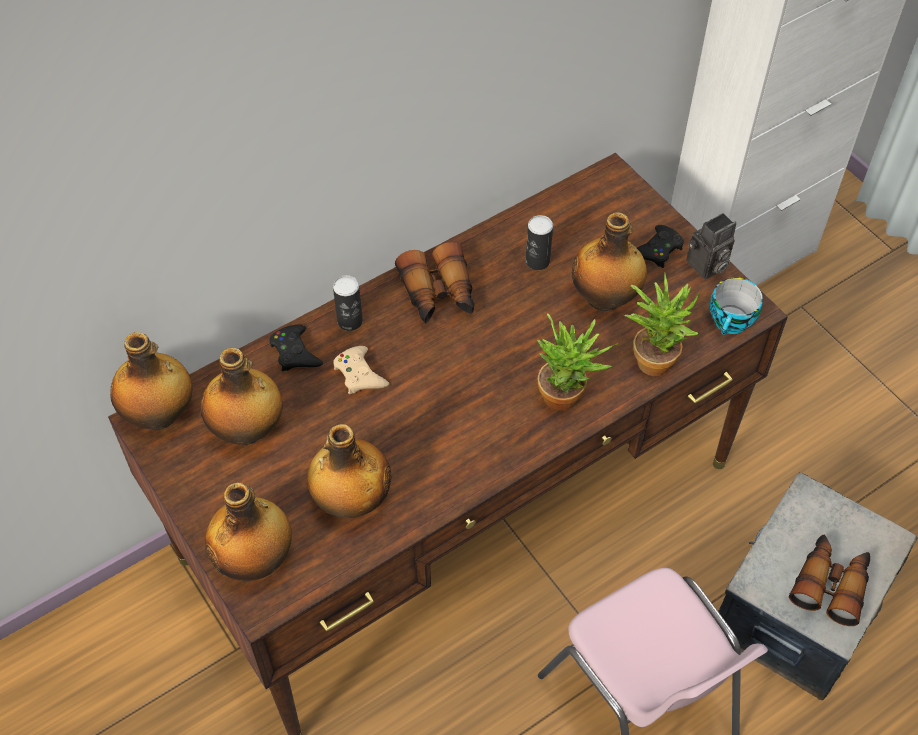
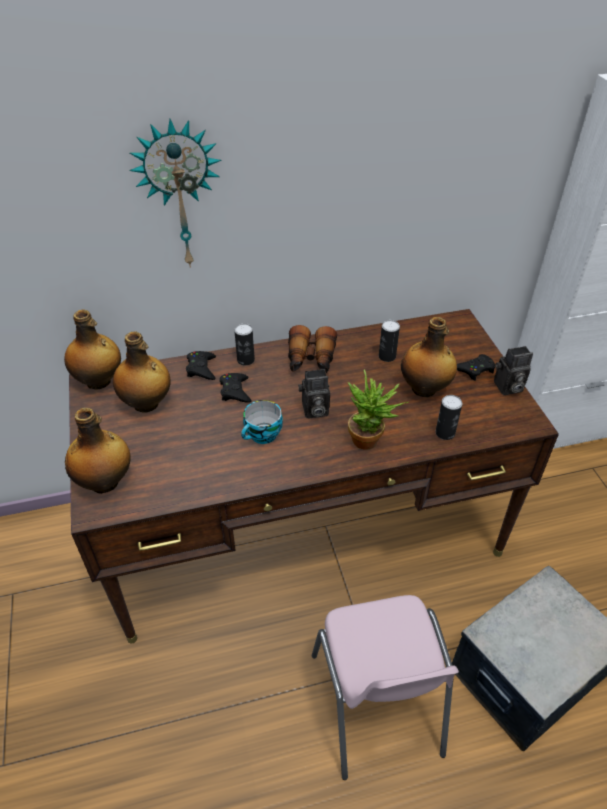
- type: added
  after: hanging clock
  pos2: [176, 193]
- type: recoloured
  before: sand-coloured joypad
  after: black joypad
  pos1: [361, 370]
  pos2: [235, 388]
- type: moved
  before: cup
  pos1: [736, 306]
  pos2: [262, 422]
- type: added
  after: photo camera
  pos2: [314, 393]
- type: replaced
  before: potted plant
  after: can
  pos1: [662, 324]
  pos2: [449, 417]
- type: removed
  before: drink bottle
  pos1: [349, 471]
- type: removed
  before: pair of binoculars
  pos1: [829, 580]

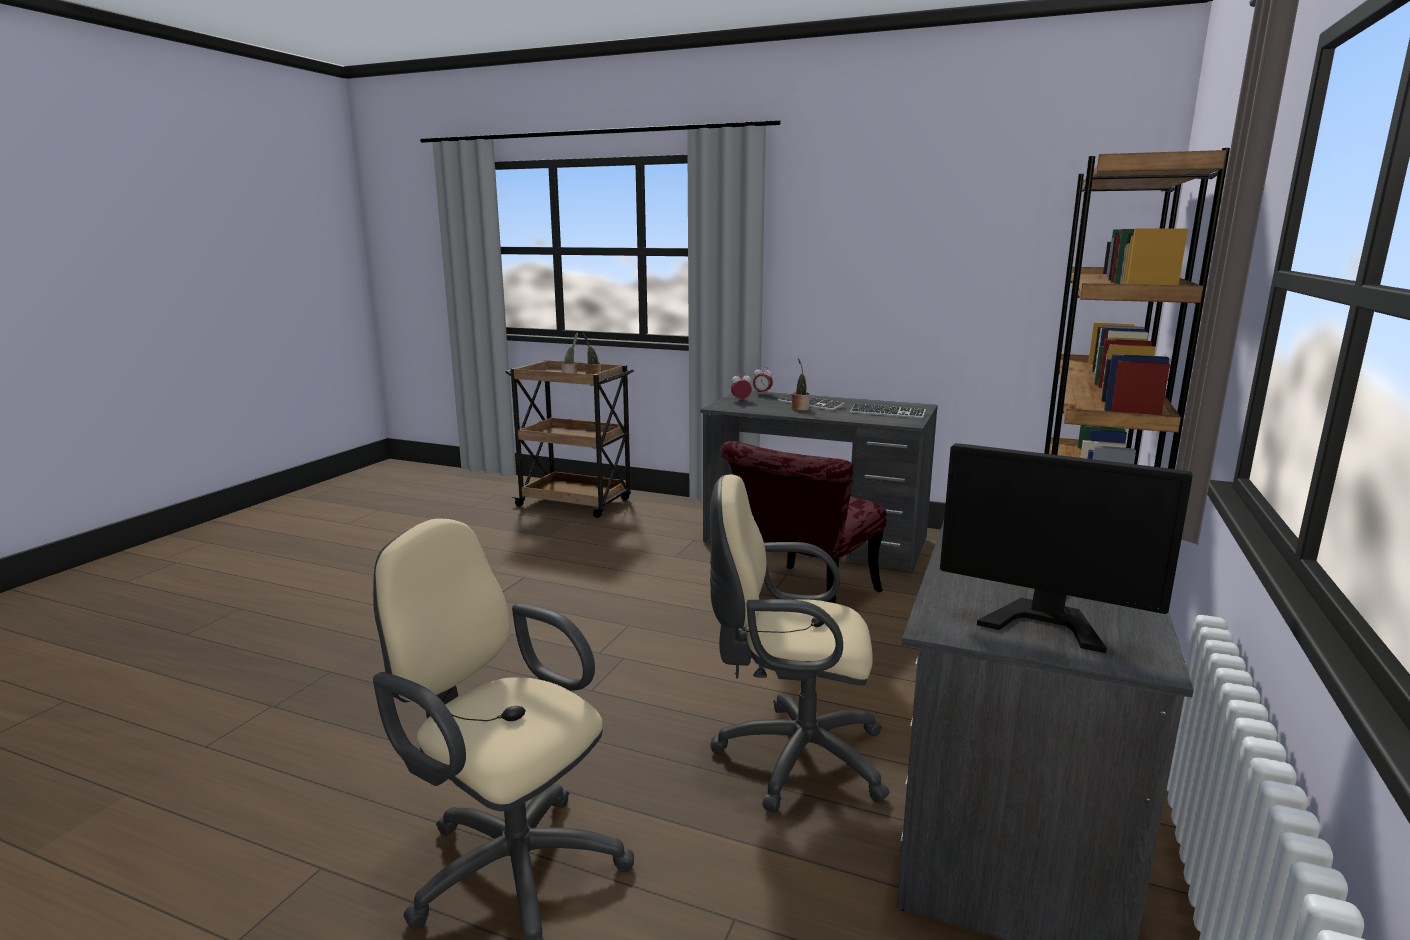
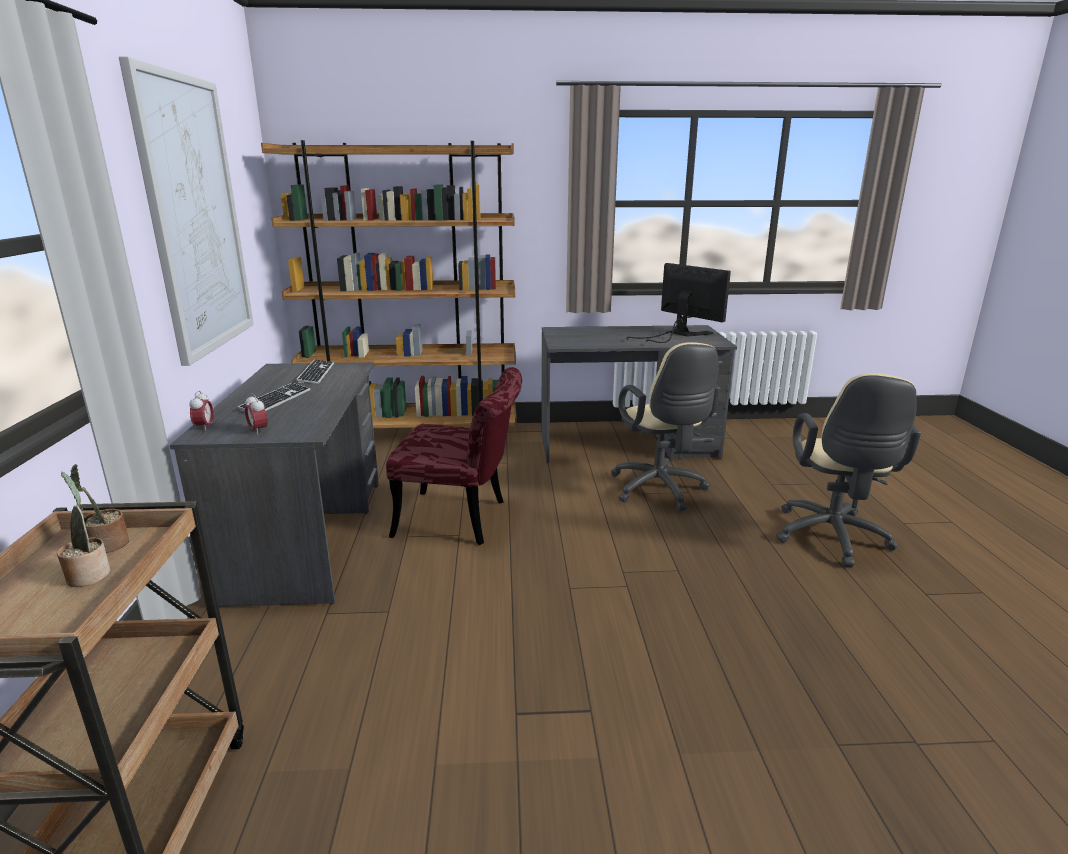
- type: added
  after: wall art
  pos2: [186, 211]
- type: turned
  before: monitor
  pos1: [1066, 548]
  pos2: [678, 303]
  turn: -45
- type: removed
  before: potted plant
  pos1: [801, 384]

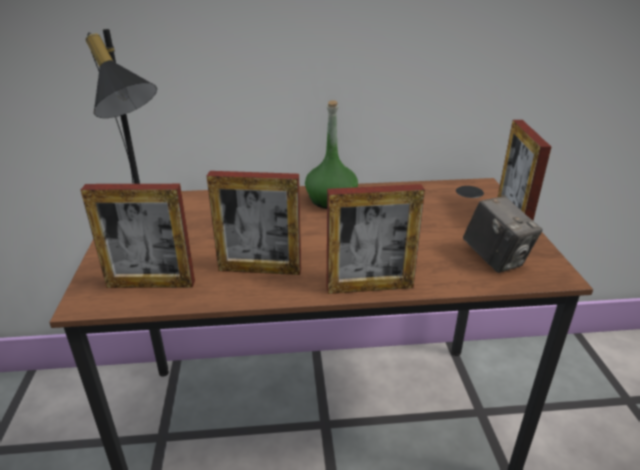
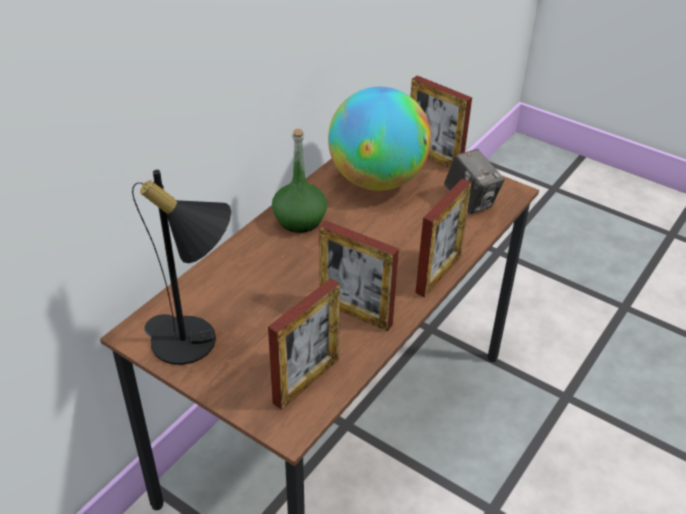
- type: turned
  before: standing frame
  pos1: [254, 223]
  pos2: [359, 275]
  turn: 75
- type: added
  after: globe
  pos2: [379, 139]
- type: turned
  before: photo camera
  pos1: [503, 234]
  pos2: [474, 181]
  turn: 45

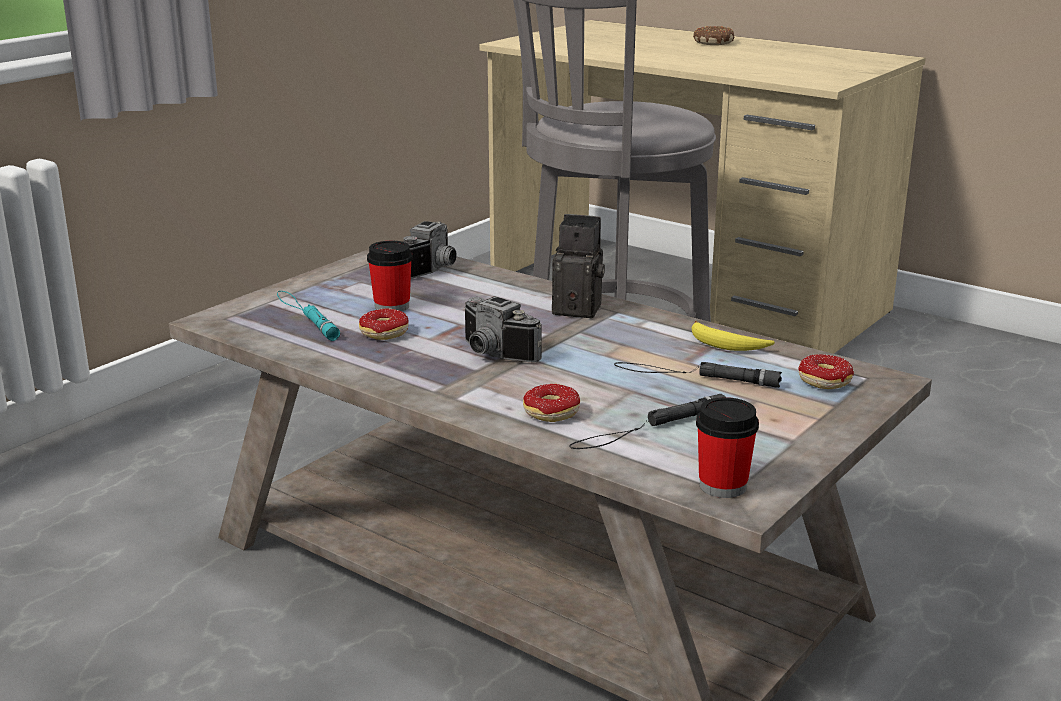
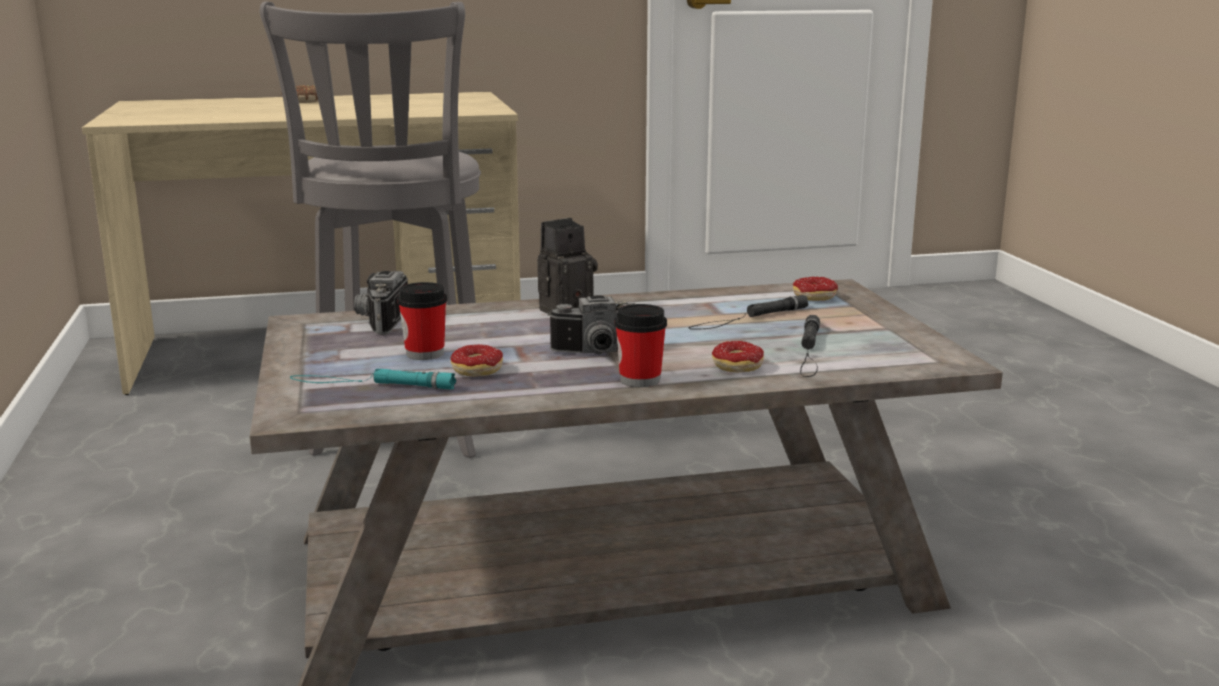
- type: turned
  before: photo camera
  pos1: [430, 250]
  pos2: [381, 303]
  turn: -150
- type: moved
  before: cup
  pos1: [727, 447]
  pos2: [640, 345]
- type: removed
  before: banana
  pos1: [733, 336]

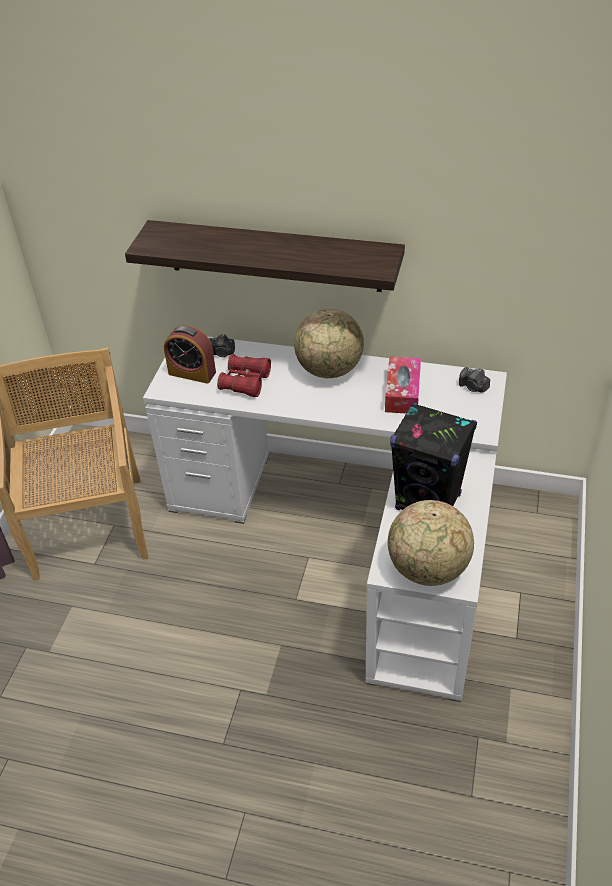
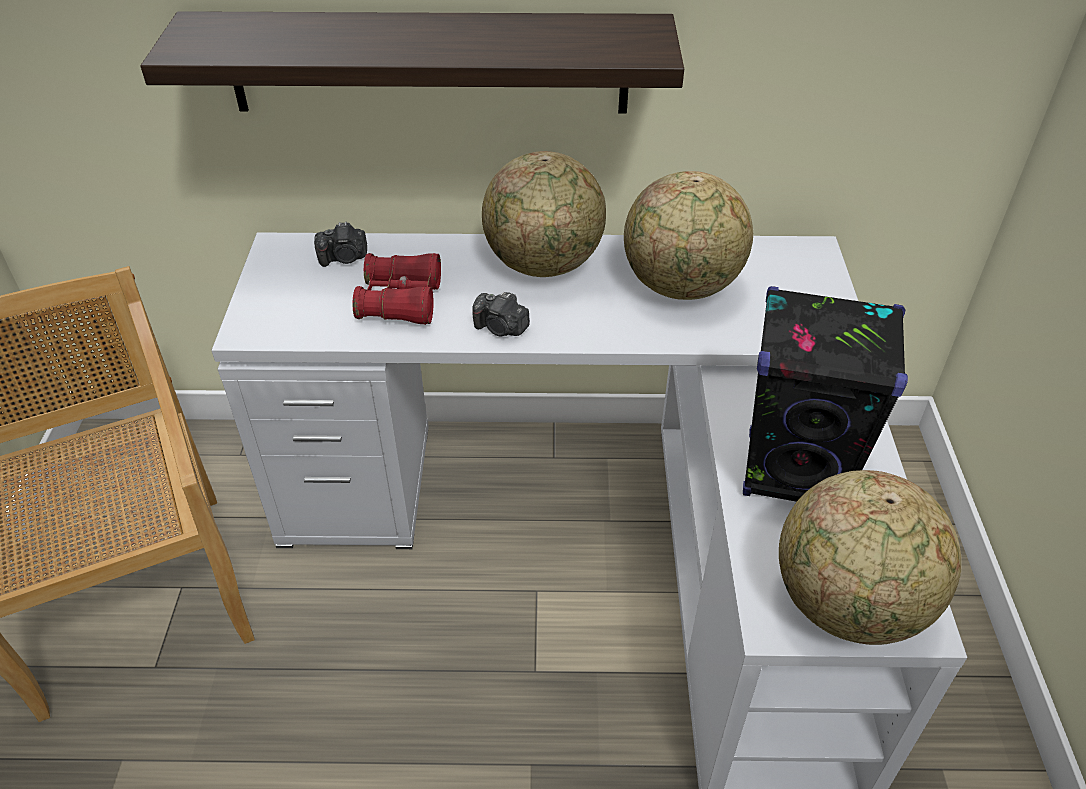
- type: moved
  before: photo camera
  pos1: [474, 380]
  pos2: [501, 313]
- type: replaced
  before: tissue holder
  after: globe
  pos1: [403, 385]
  pos2: [688, 235]
- type: removed
  before: table clock
  pos1: [190, 354]

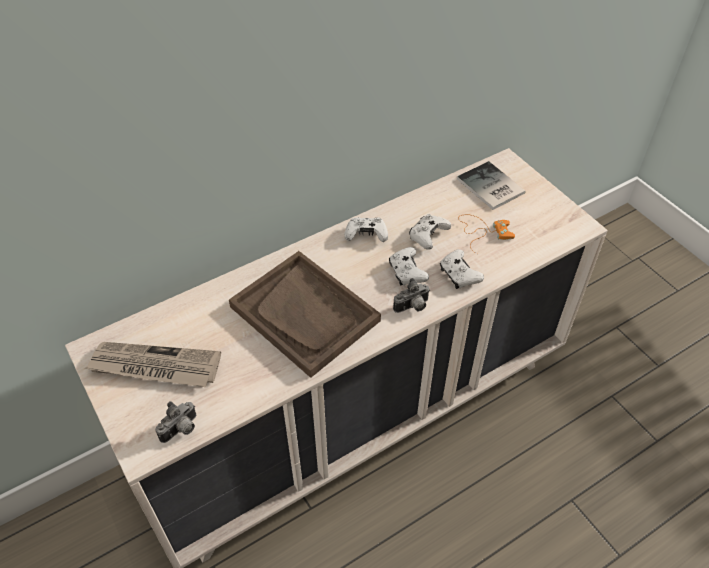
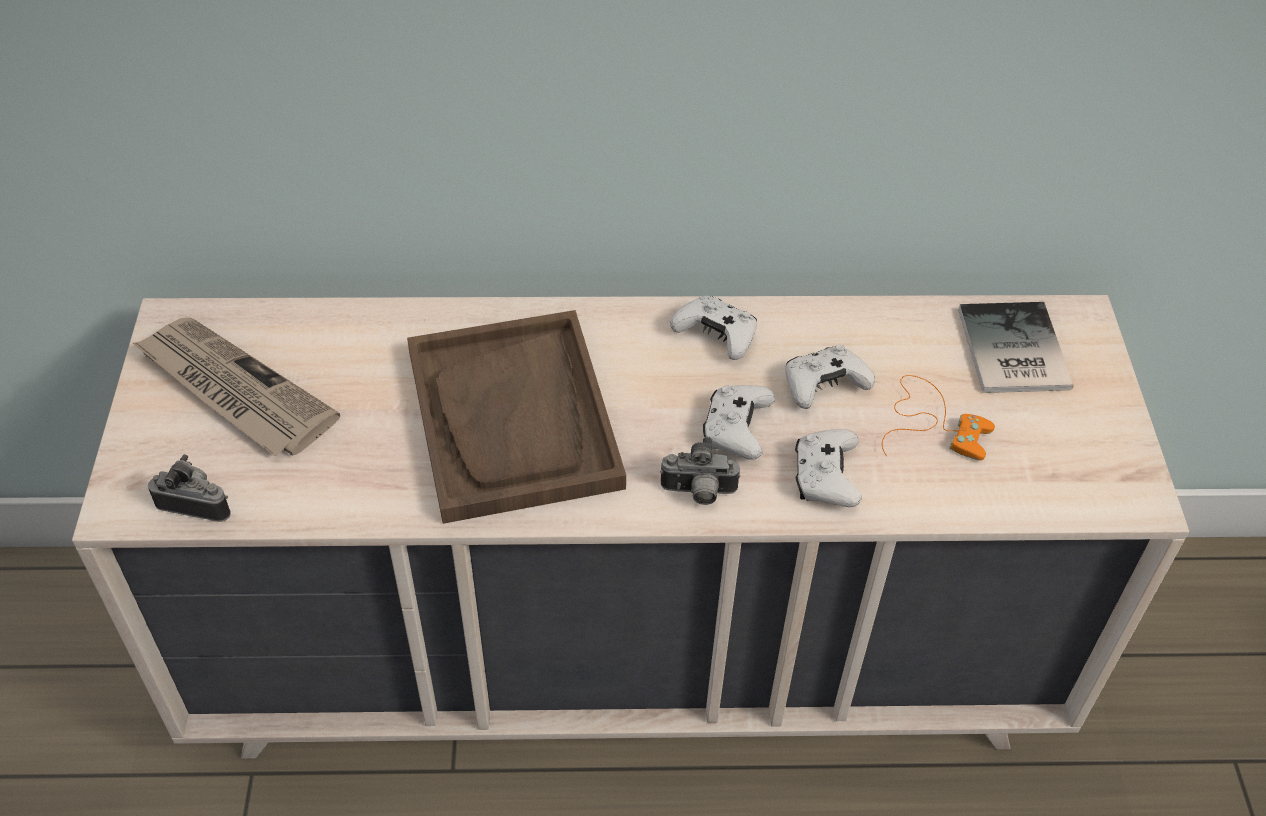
- type: turned
  before: photo camera
  pos1: [175, 422]
  pos2: [189, 488]
  turn: -150

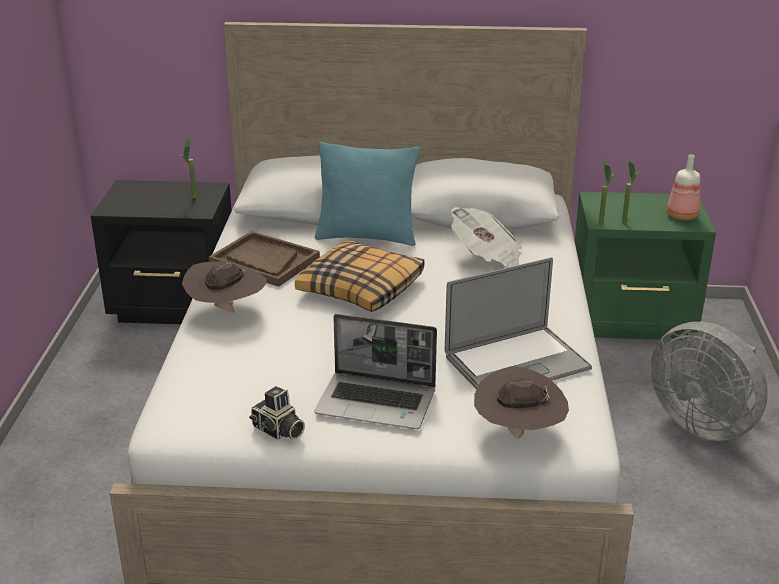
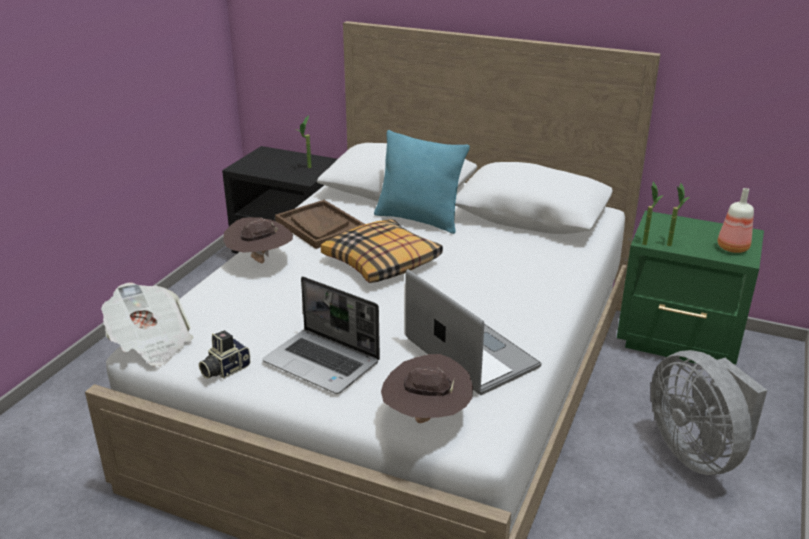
- type: moved
  before: printed paper
  pos1: [486, 237]
  pos2: [147, 324]
- type: turned
  before: photo camera
  pos1: [277, 413]
  pos2: [224, 354]
  turn: 75
- type: turned
  before: laptop
  pos1: [518, 323]
  pos2: [473, 332]
  turn: -120

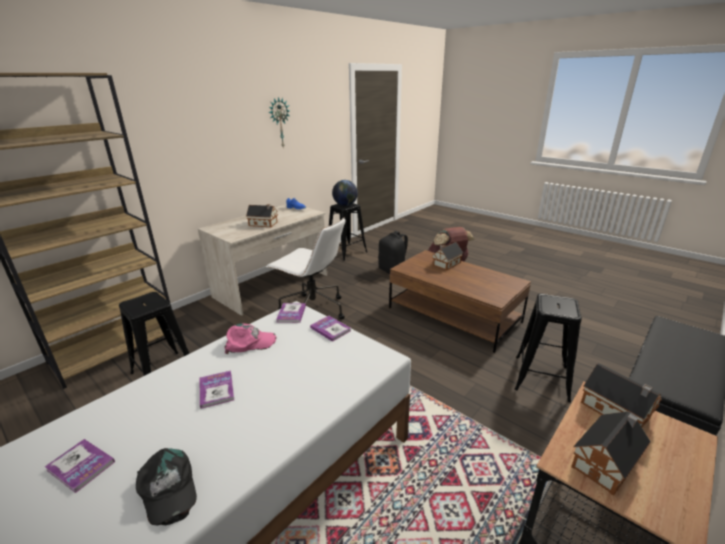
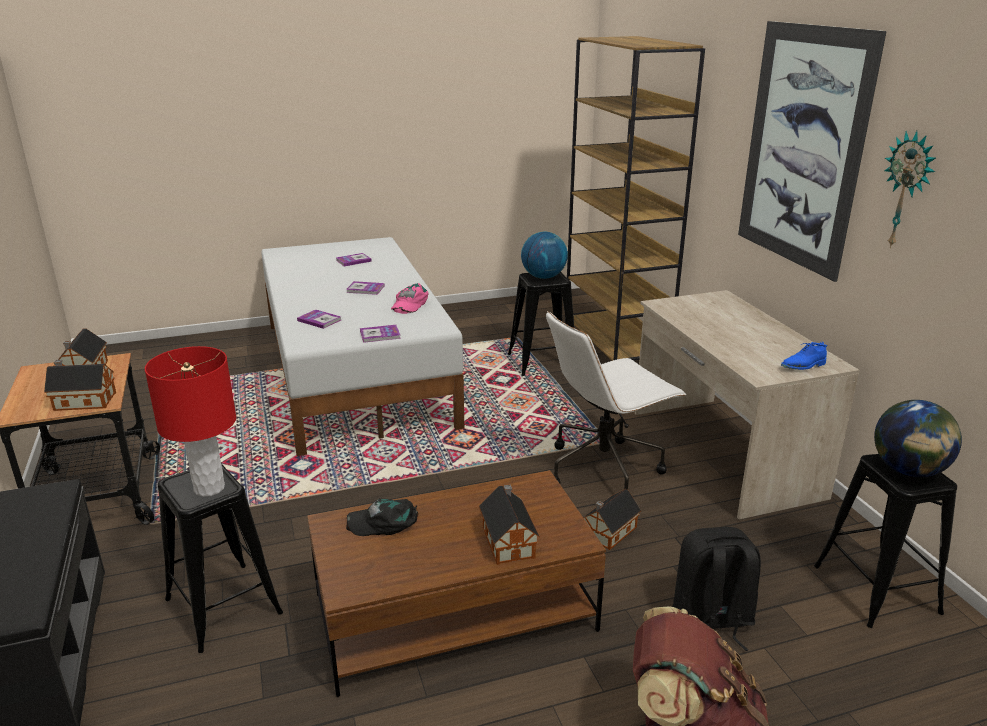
- type: added
  after: reddish lamp for a table
  pos2: [190, 421]
- type: moved
  before: bound book
  pos1: [291, 313]
  pos2: [319, 319]
- type: moved
  before: black baseball cap
  pos1: [166, 486]
  pos2: [382, 517]
- type: added
  after: globe
  pos2: [544, 255]
- type: moved
  before: miniature house
  pos1: [262, 215]
  pos2: [612, 519]
- type: added
  after: wall art
  pos2: [812, 151]

